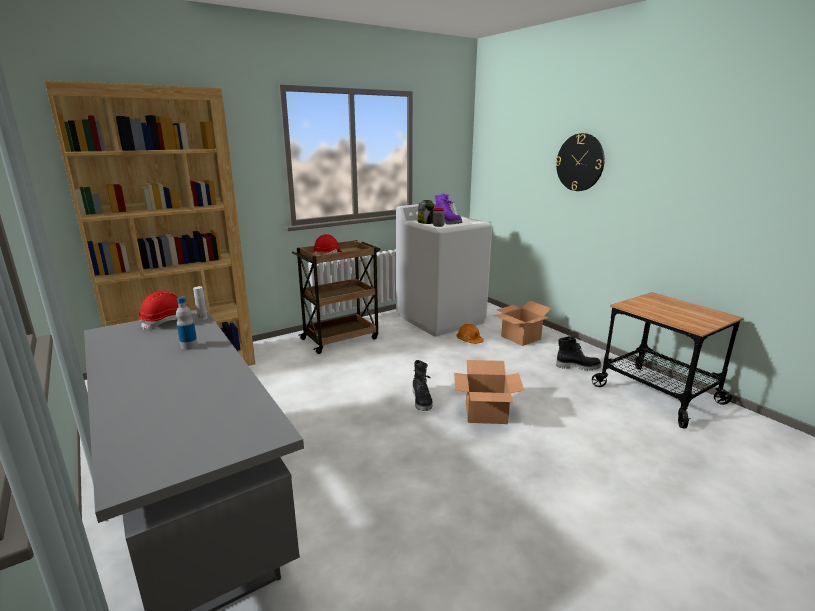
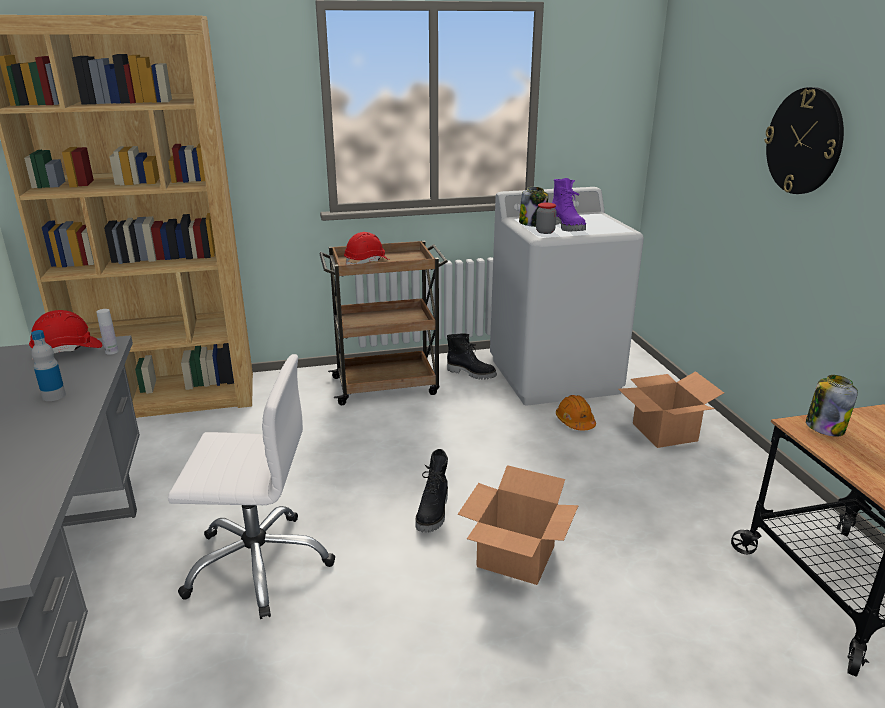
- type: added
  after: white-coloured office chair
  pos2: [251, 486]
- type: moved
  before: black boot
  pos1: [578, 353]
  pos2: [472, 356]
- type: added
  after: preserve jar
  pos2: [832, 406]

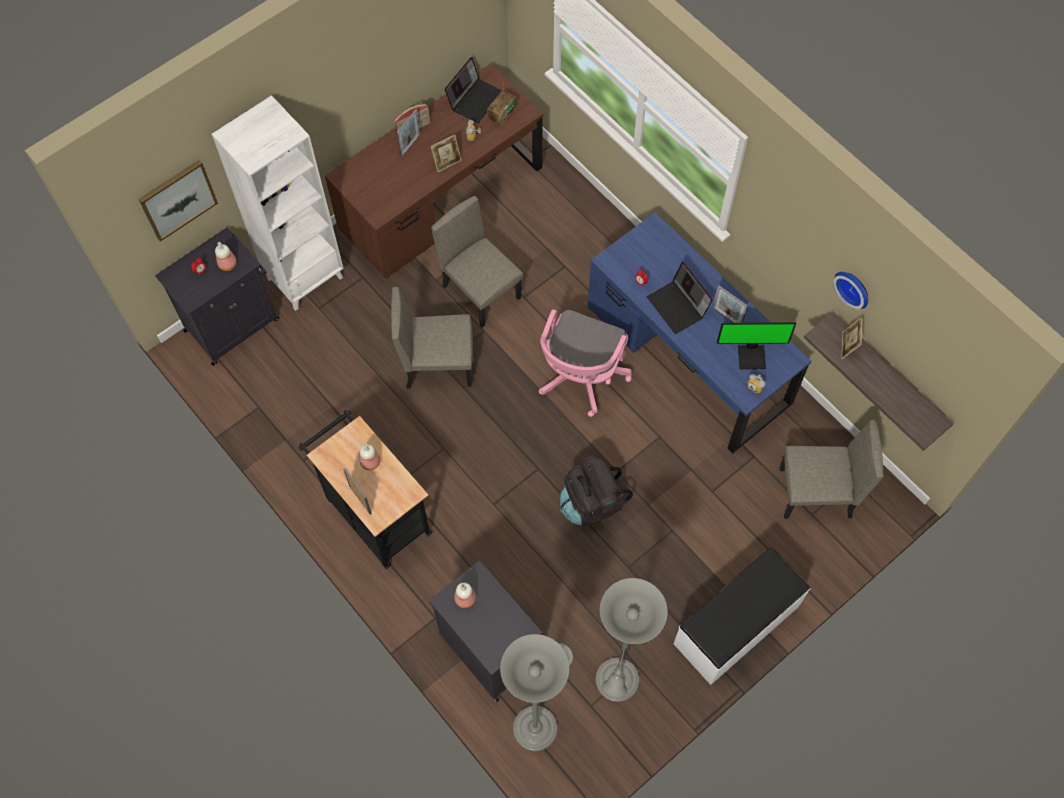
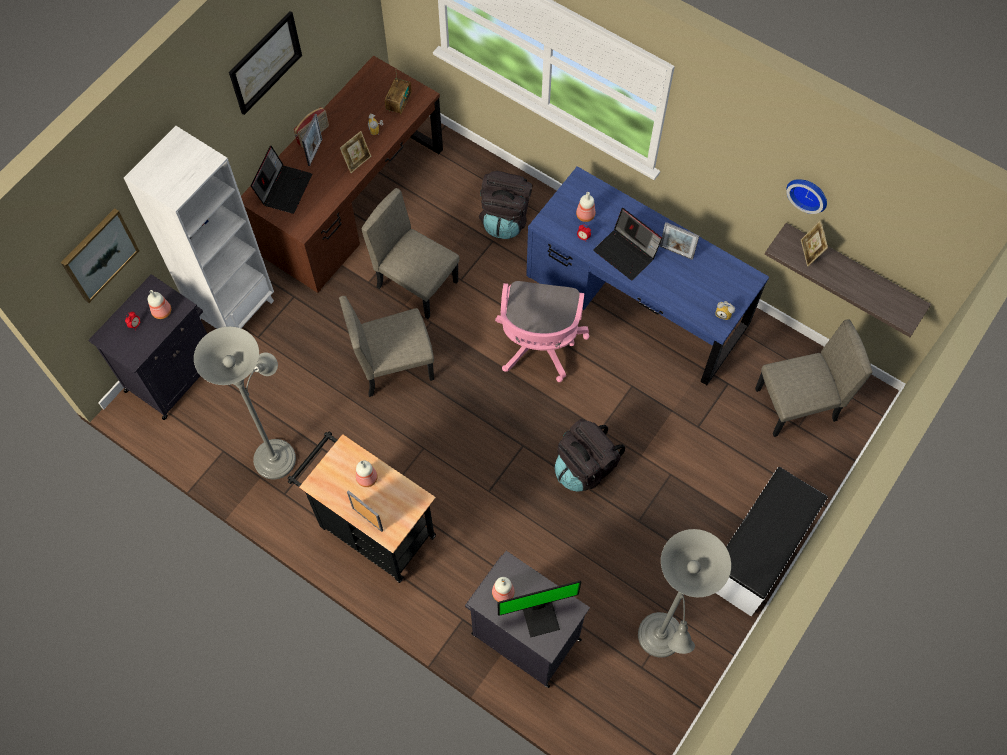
- type: moved
  before: greyish floor lamp
  pos1: [536, 692]
  pos2: [245, 402]
- type: added
  after: wall art
  pos2: [265, 63]
- type: moved
  before: laptop
  pos1: [473, 90]
  pos2: [281, 180]
- type: added
  after: black backpack
  pos2: [505, 205]
- type: moved
  before: monitor
  pos1: [756, 345]
  pos2: [539, 609]
- type: added
  after: drink bottle
  pos2: [585, 207]

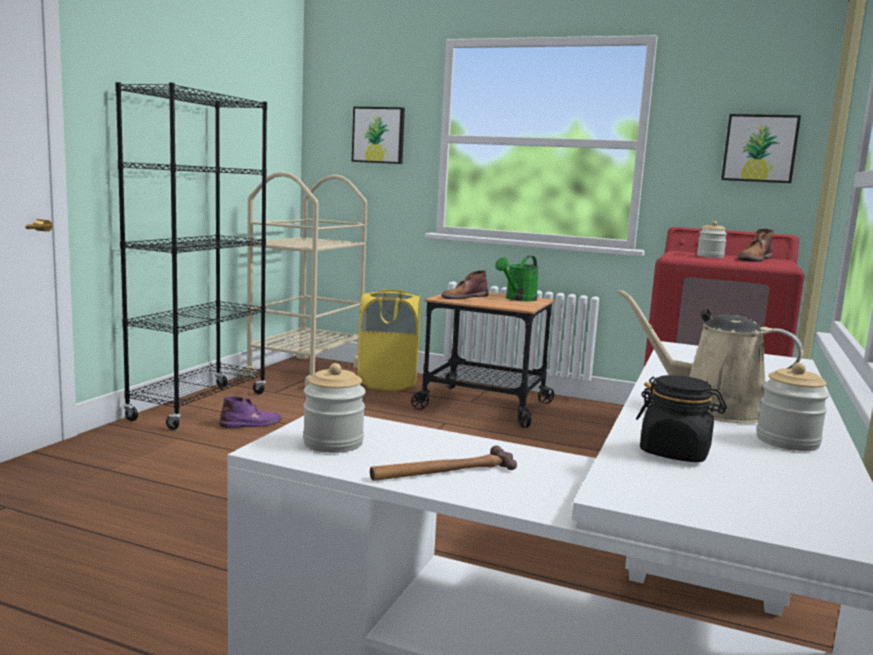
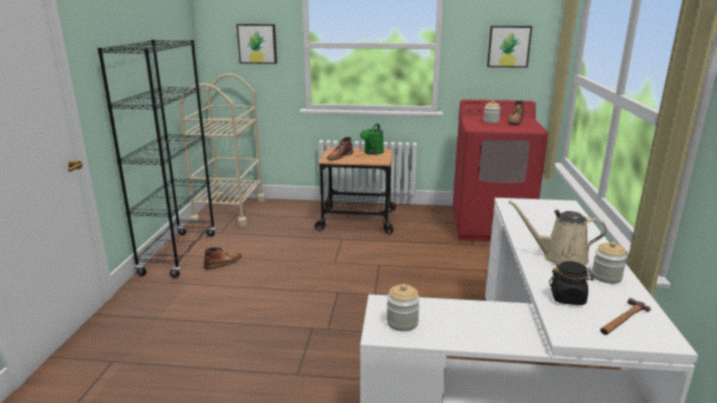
- type: recoloured
  before: purplish boot
  after: brown-coloured boot
  pos1: [250, 412]
  pos2: [222, 258]
- type: moved
  before: hammer
  pos1: [443, 463]
  pos2: [625, 316]
- type: removed
  before: yellowish washing basket
  pos1: [389, 340]

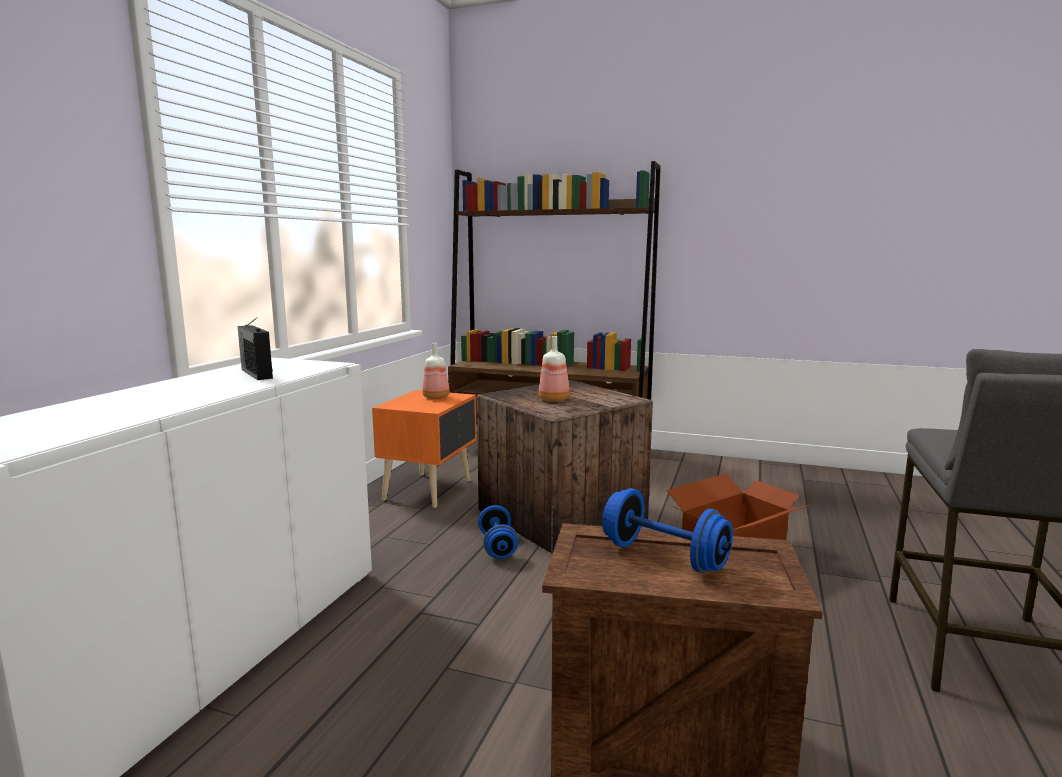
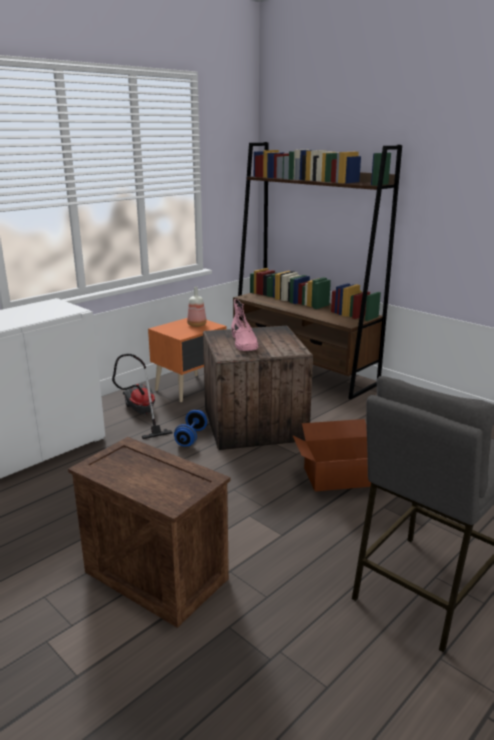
- type: added
  after: vacuum
  pos2: [142, 396]
- type: replaced
  before: drink bottle
  after: pink boot
  pos1: [554, 369]
  pos2: [245, 325]
- type: removed
  before: radio
  pos1: [255, 349]
- type: removed
  before: bluish free weight
  pos1: [667, 530]

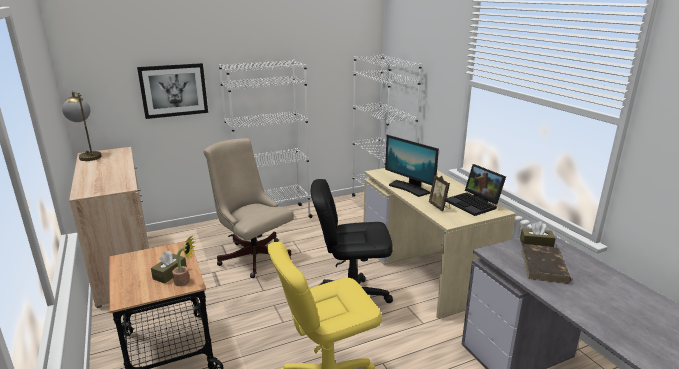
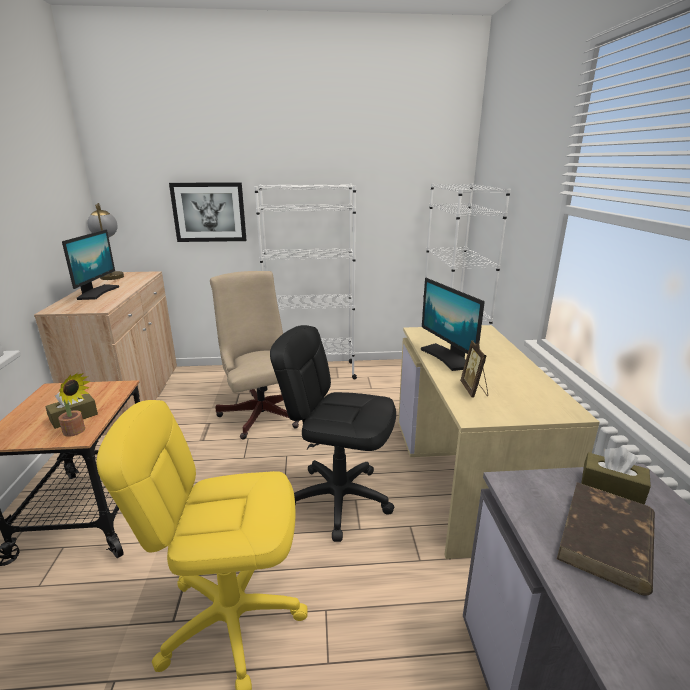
- type: added
  after: monitor
  pos2: [90, 265]
- type: removed
  before: laptop
  pos1: [476, 190]

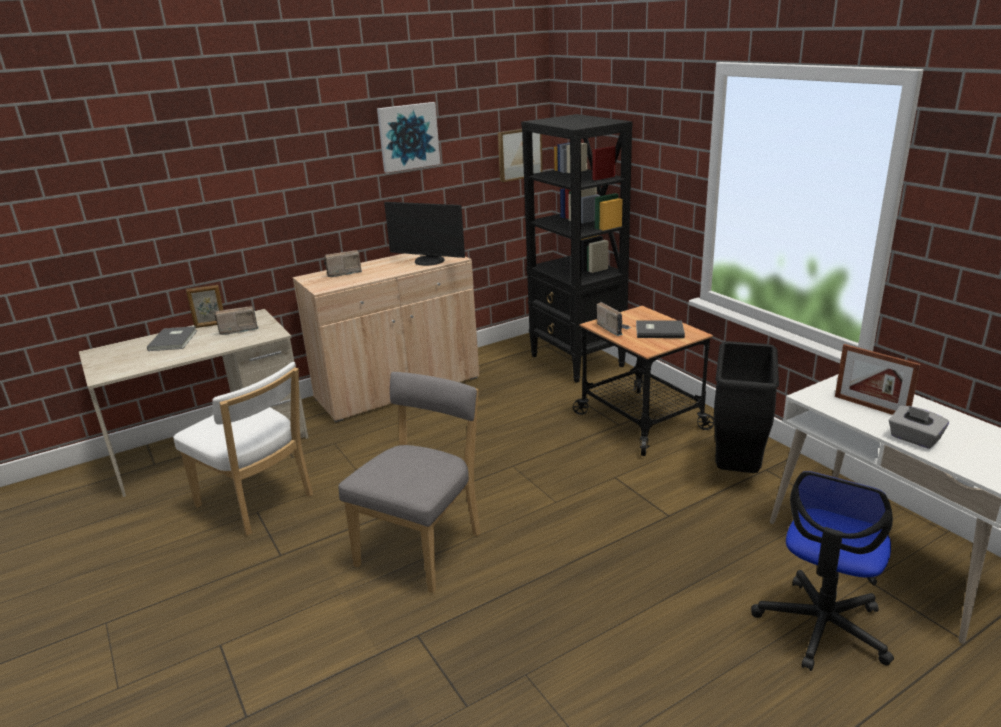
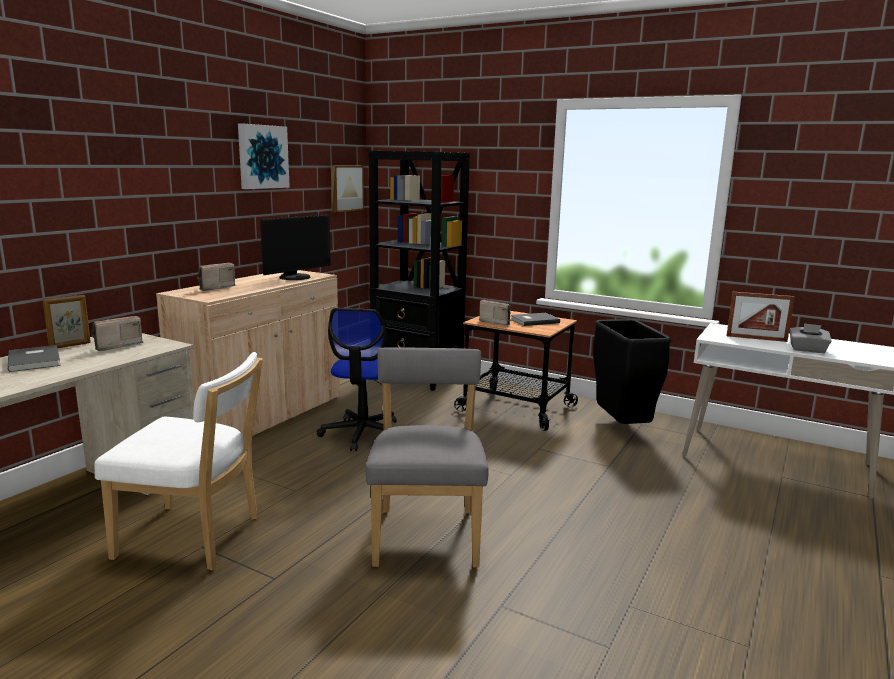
- type: turned
  before: monitor
  pos1: [424, 234]
  pos2: [295, 247]
  turn: -45
- type: moved
  before: office chair
  pos1: [822, 571]
  pos2: [357, 379]

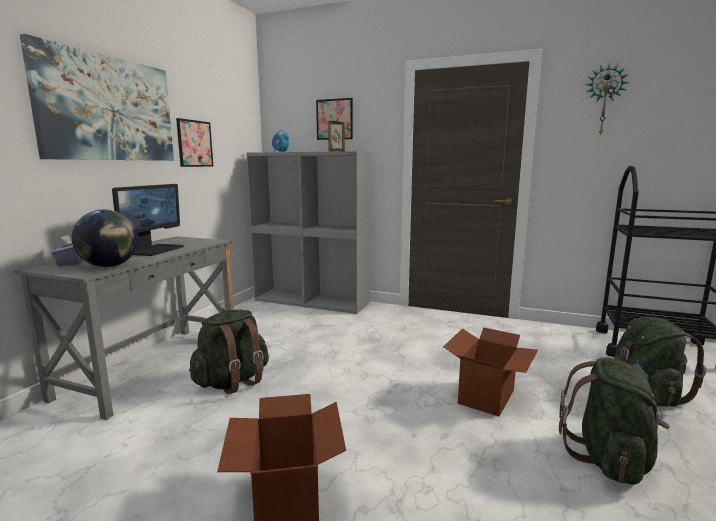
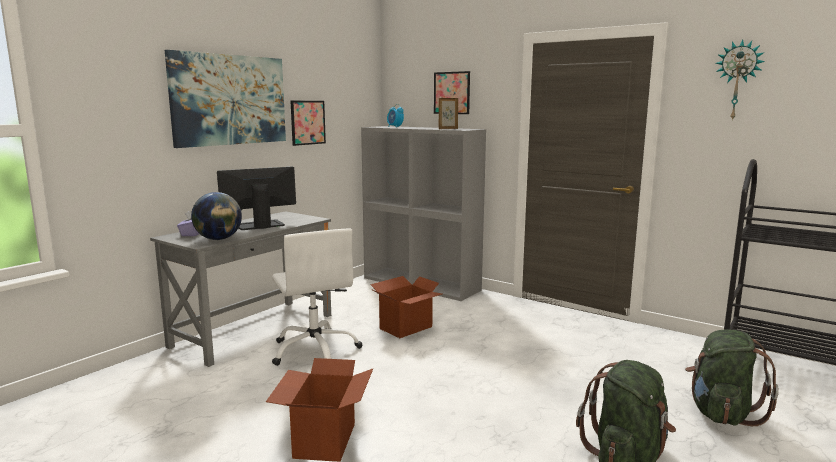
- type: turned
  before: monitor
  pos1: [148, 220]
  pos2: [256, 198]
  turn: -150
- type: replaced
  before: green backpack
  after: white-coloured office chair
  pos1: [229, 352]
  pos2: [317, 297]
- type: moved
  before: cardboard box
  pos1: [490, 371]
  pos2: [406, 307]

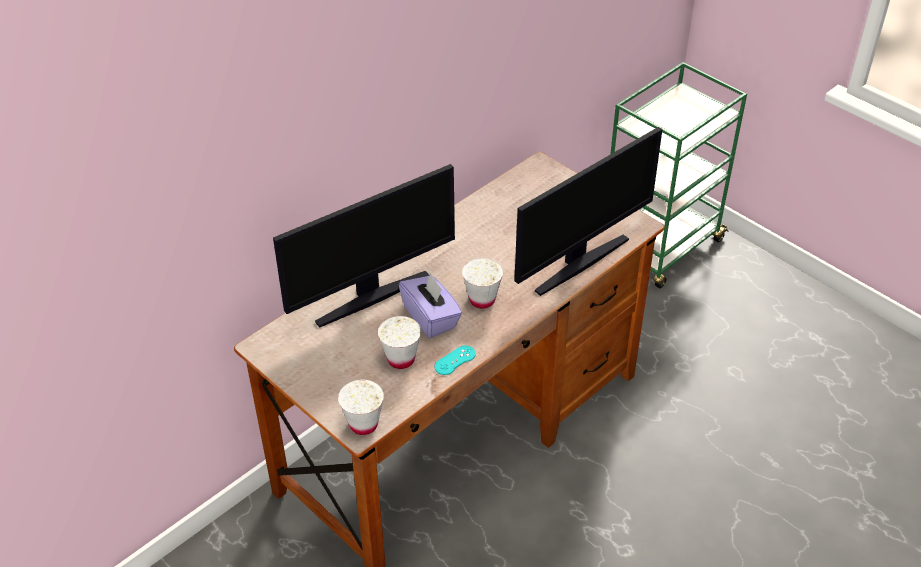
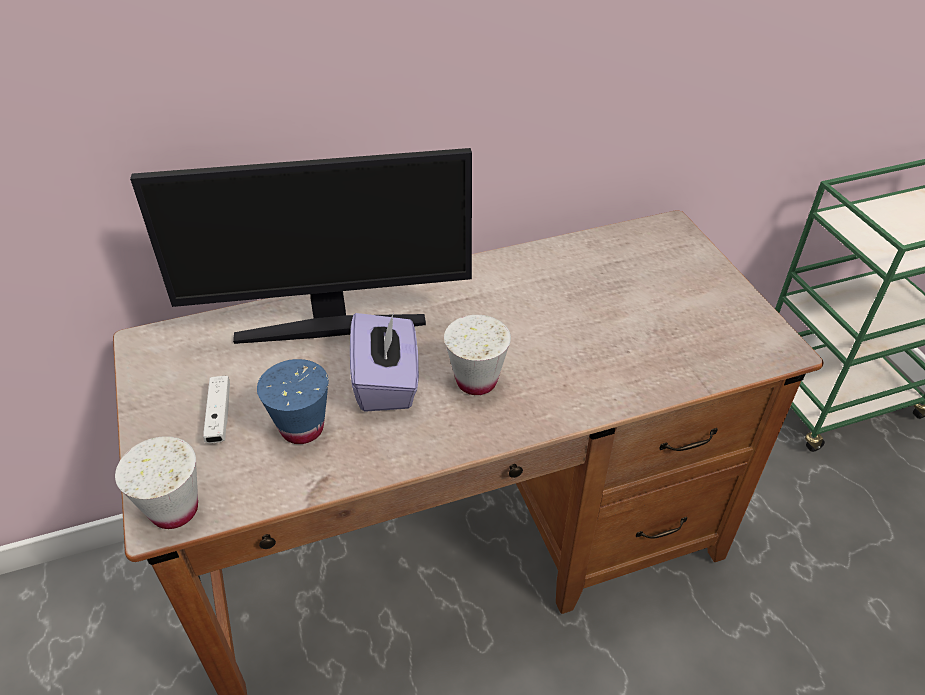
- type: added
  after: white-coloured joypad
  pos2: [216, 409]
- type: recoloured
  before: white-coloured cup
  after: bluish cup
  pos1: [399, 342]
  pos2: [293, 401]
- type: removed
  before: blue-green joypad
  pos1: [455, 360]
- type: removed
  before: monitor
  pos1: [588, 211]

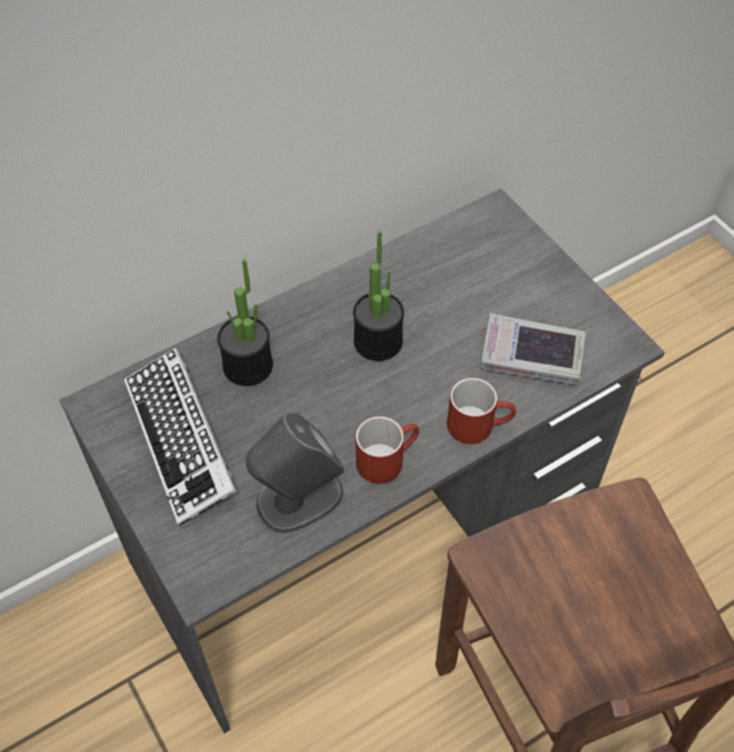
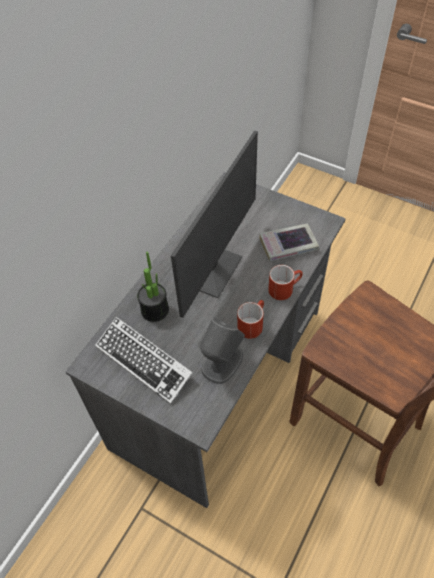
- type: replaced
  before: potted plant
  after: monitor
  pos1: [378, 295]
  pos2: [214, 224]

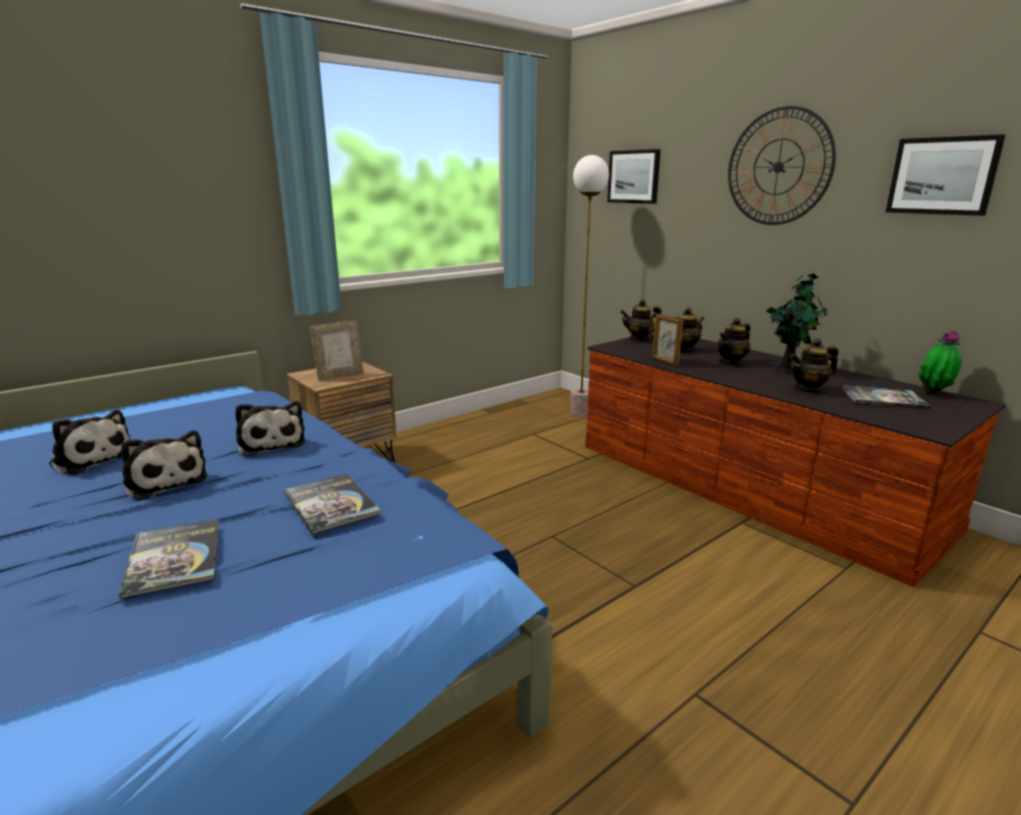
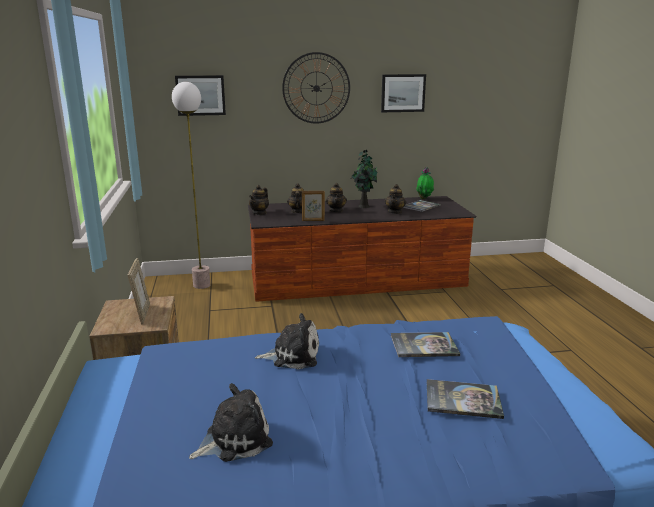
- type: removed
  before: soft toy
  pos1: [164, 465]

